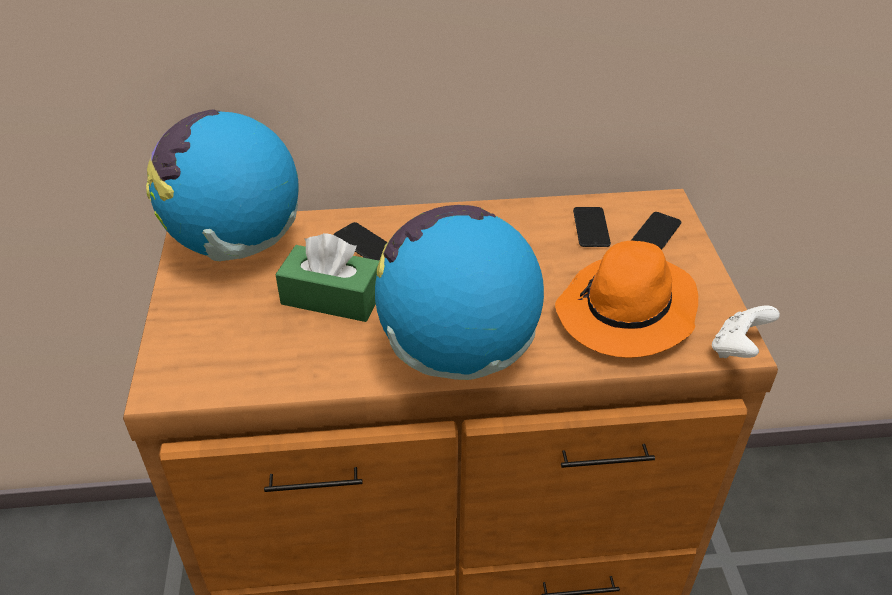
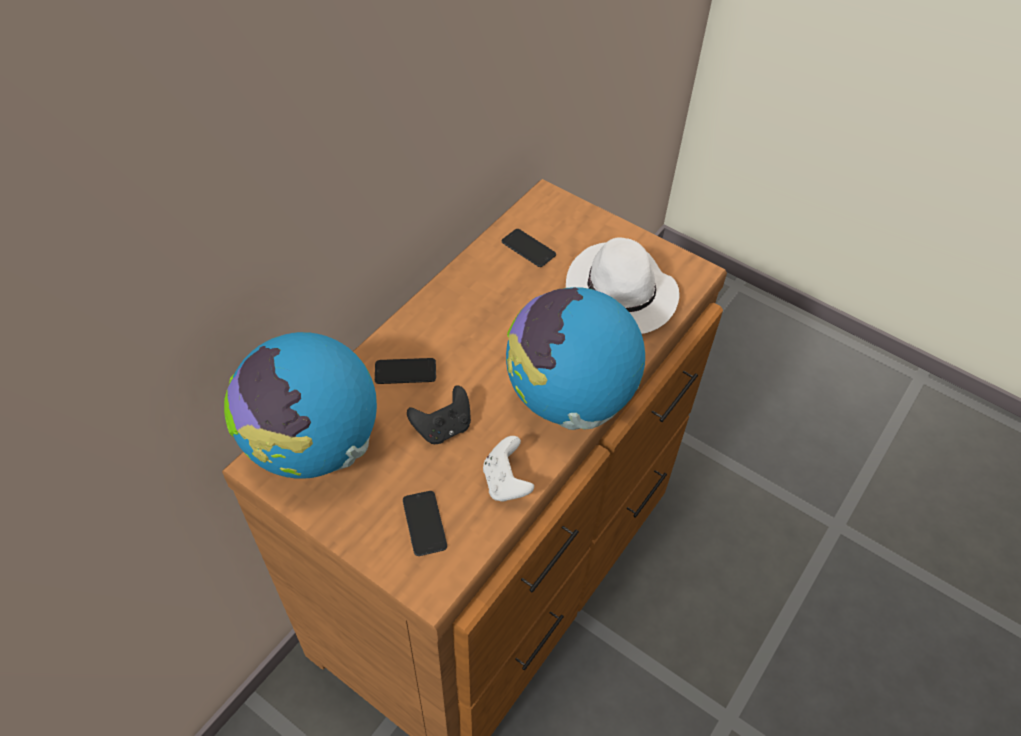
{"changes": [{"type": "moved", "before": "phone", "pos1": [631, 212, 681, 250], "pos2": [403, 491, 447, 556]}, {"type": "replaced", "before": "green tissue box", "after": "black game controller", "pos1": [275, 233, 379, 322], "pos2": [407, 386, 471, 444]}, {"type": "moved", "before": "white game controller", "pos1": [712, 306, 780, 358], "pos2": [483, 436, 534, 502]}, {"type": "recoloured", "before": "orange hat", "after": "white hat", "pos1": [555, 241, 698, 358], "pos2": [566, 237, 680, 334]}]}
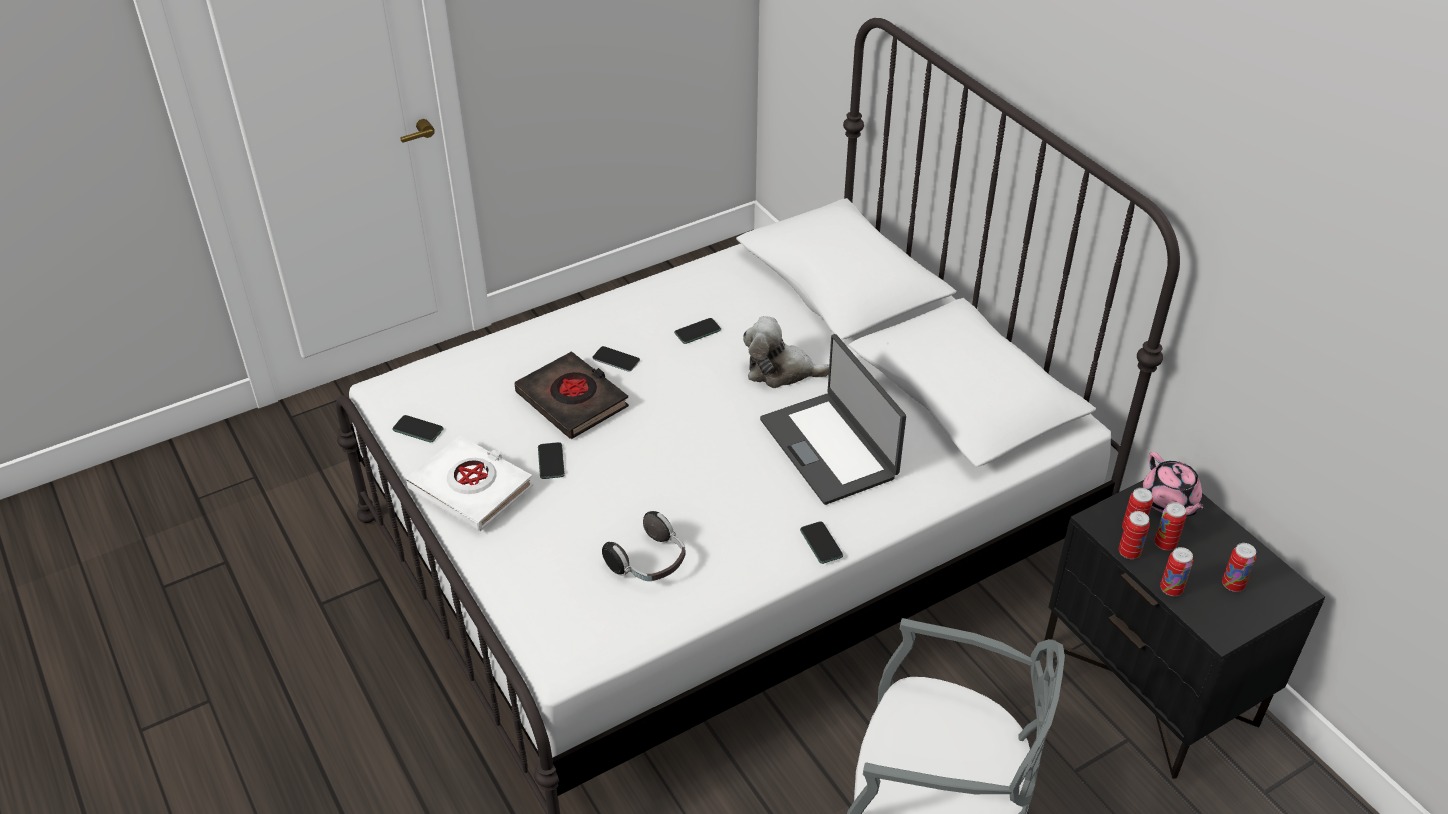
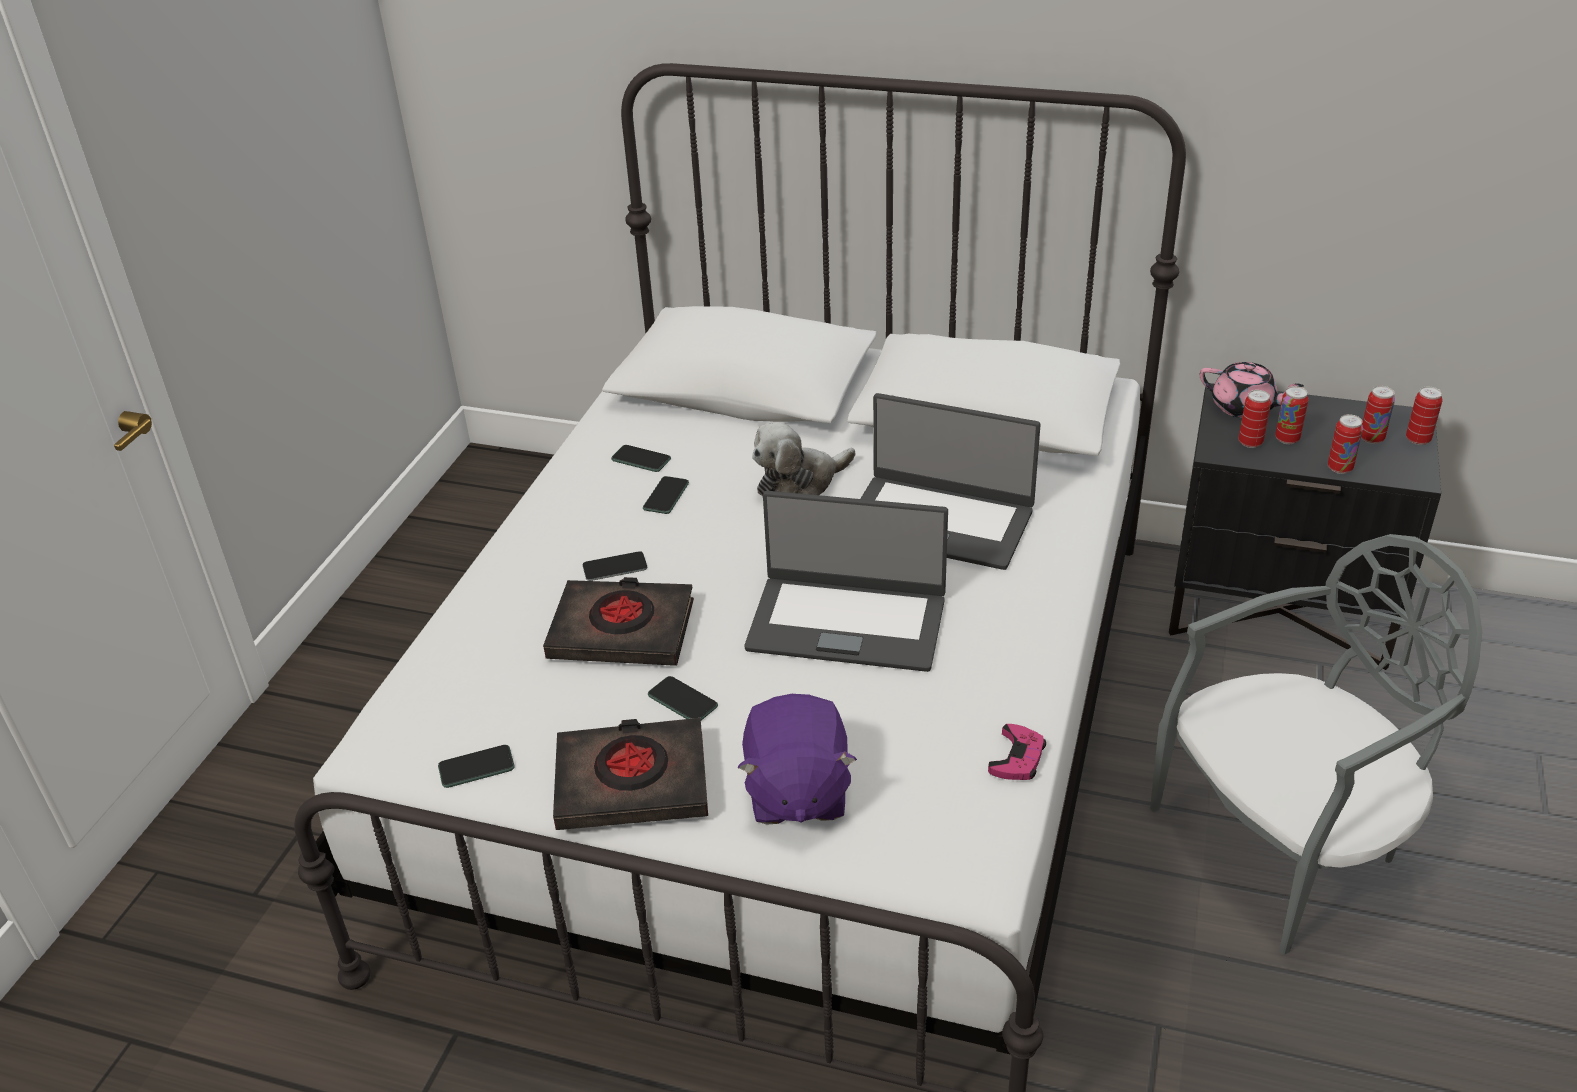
{"changes": [{"type": "recoloured", "before": "white book", "after": "black book", "pos1": [406, 436, 533, 531], "pos2": [553, 718, 708, 830]}, {"type": "moved", "before": "phone", "pos1": [800, 521, 843, 564], "pos2": [611, 445, 671, 472]}, {"type": "added", "after": "purple plush toy", "pos2": [737, 694, 857, 825]}, {"type": "added", "after": "laptop", "pos2": [744, 491, 948, 672]}, {"type": "added", "after": "pink game controller", "pos2": [988, 724, 1046, 780]}, {"type": "moved", "before": "can", "pos1": [1119, 511, 1150, 559], "pos2": [1406, 387, 1442, 445]}, {"type": "removed", "before": "headphones", "pos1": [602, 511, 685, 581]}]}
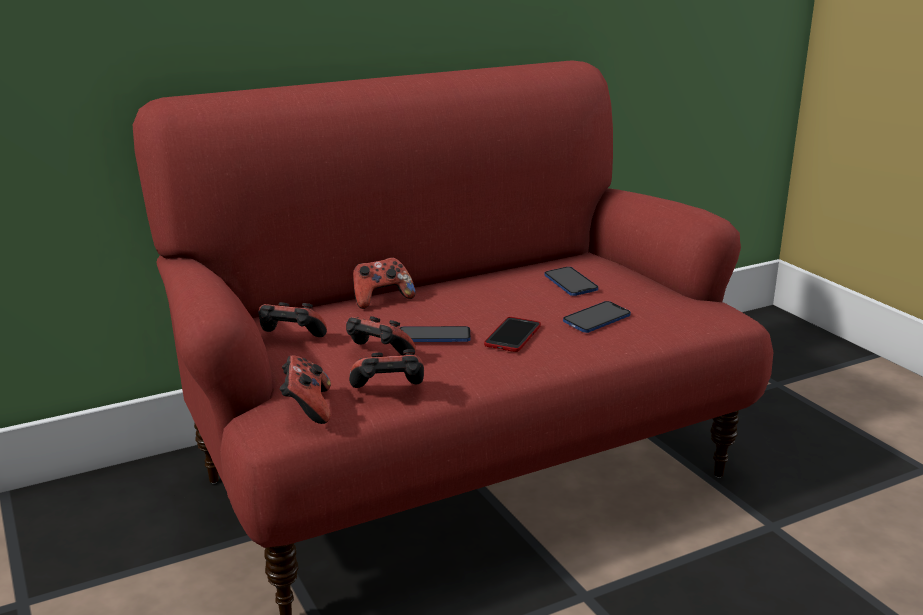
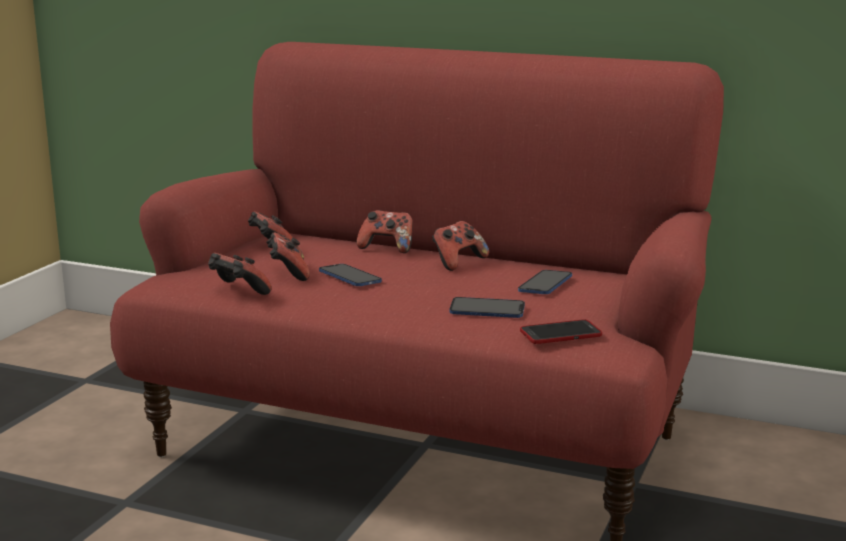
{"changes": [{"type": "moved", "before": "game controller", "pos1": [280, 355, 331, 424], "pos2": [432, 221, 489, 271]}, {"type": "moved", "before": "phone", "pos1": [484, 317, 541, 352], "pos2": [520, 319, 602, 344]}]}
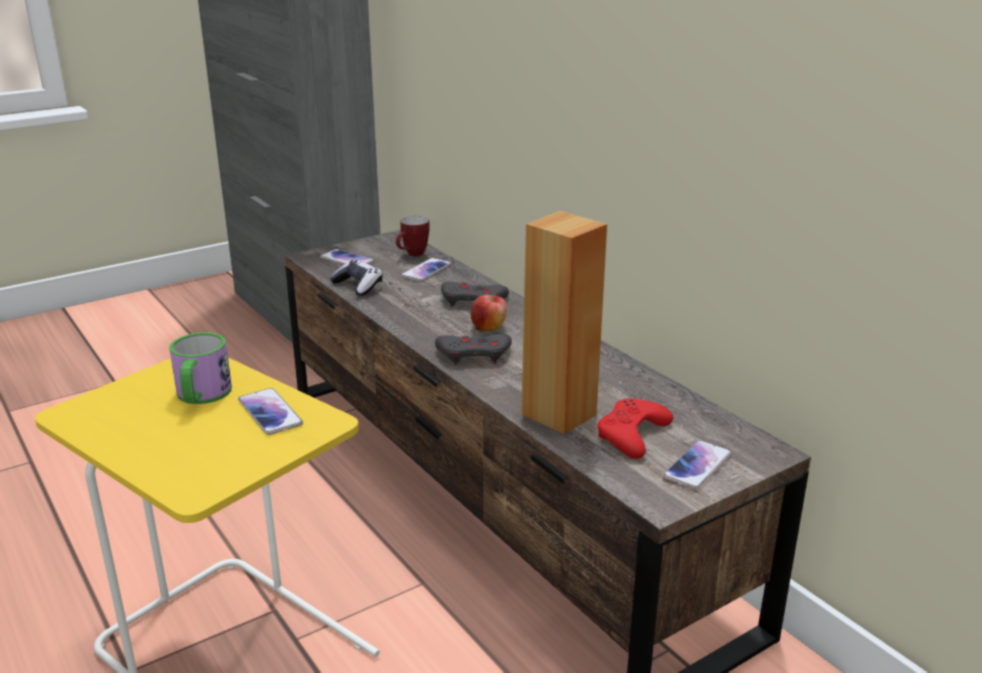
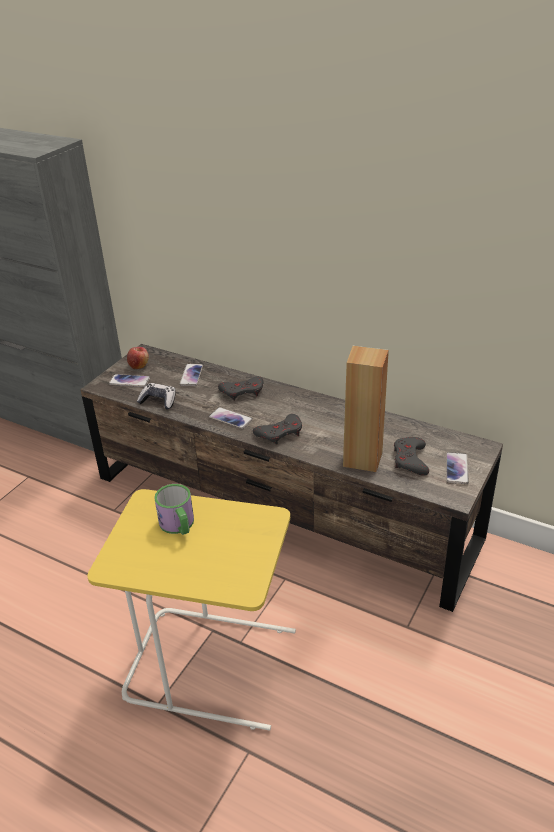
{"changes": [{"type": "moved", "before": "apple", "pos1": [471, 294, 507, 331], "pos2": [127, 347, 149, 369]}, {"type": "moved", "before": "phone", "pos1": [238, 388, 303, 435], "pos2": [209, 407, 253, 429]}, {"type": "recoloured", "before": "red game controller", "after": "grey game controller", "pos1": [597, 398, 673, 459], "pos2": [394, 437, 429, 476]}, {"type": "removed", "before": "mug", "pos1": [396, 216, 429, 256]}]}
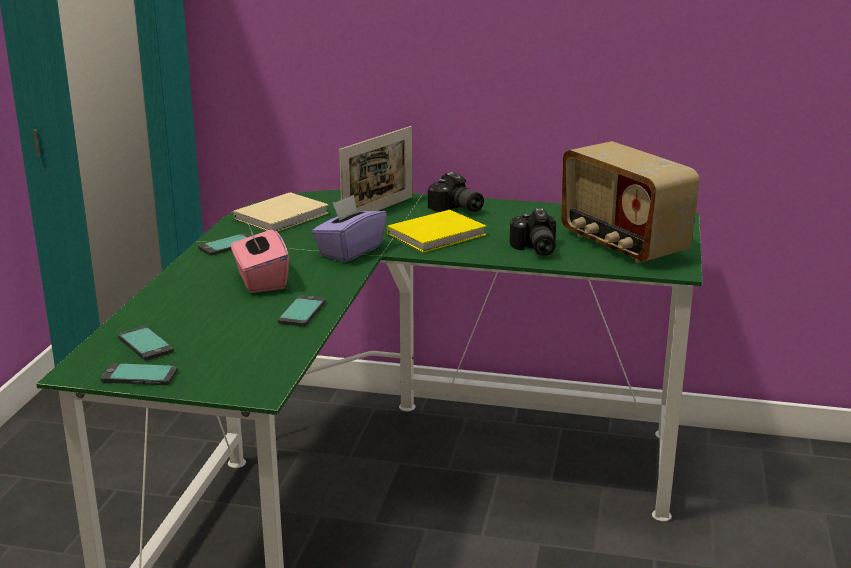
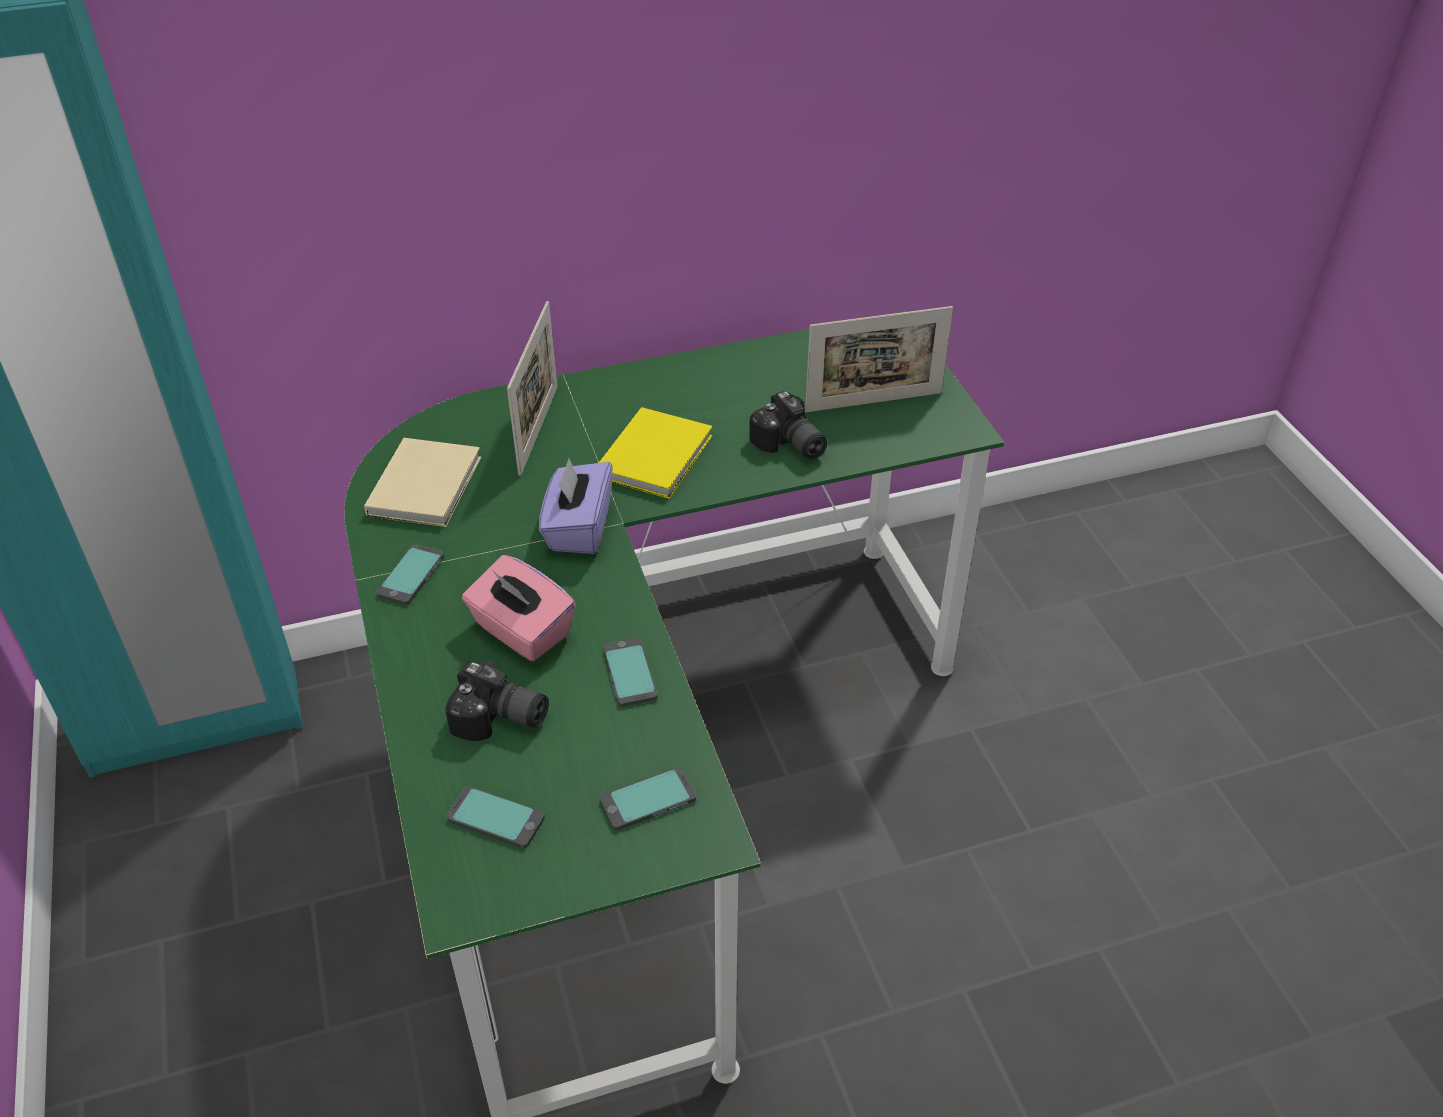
{"changes": [{"type": "moved", "before": "photo camera", "pos1": [428, 172, 484, 212], "pos2": [445, 660, 549, 741]}, {"type": "moved", "before": "phone", "pos1": [101, 363, 178, 385], "pos2": [599, 767, 696, 831]}, {"type": "replaced", "before": "radio", "after": "picture frame", "pos1": [561, 141, 700, 263], "pos2": [805, 306, 953, 412]}]}
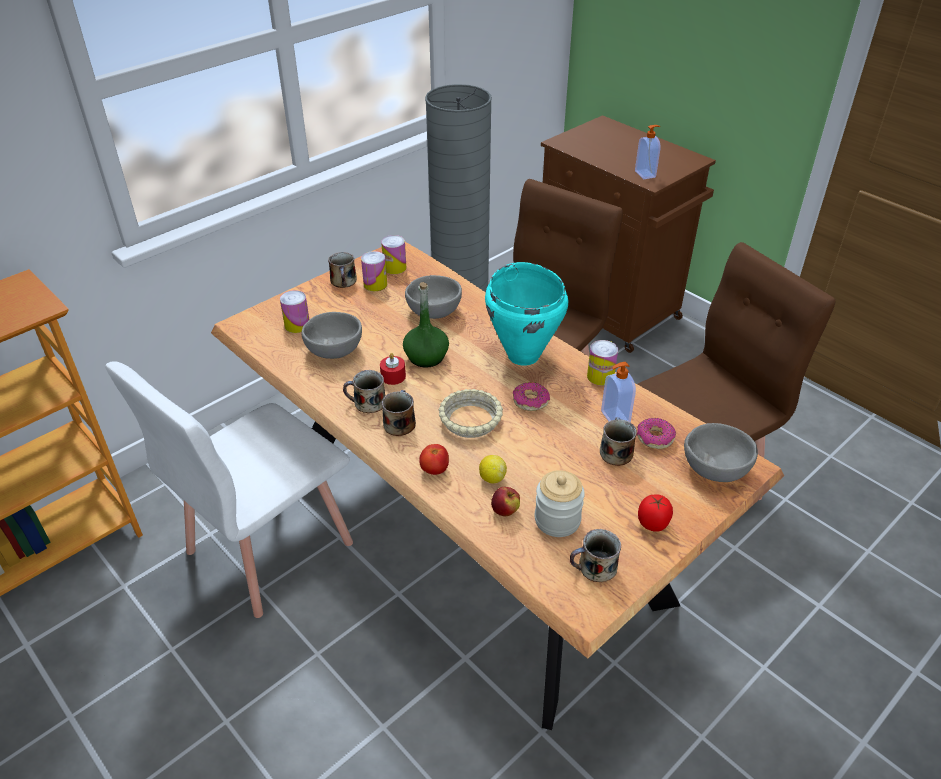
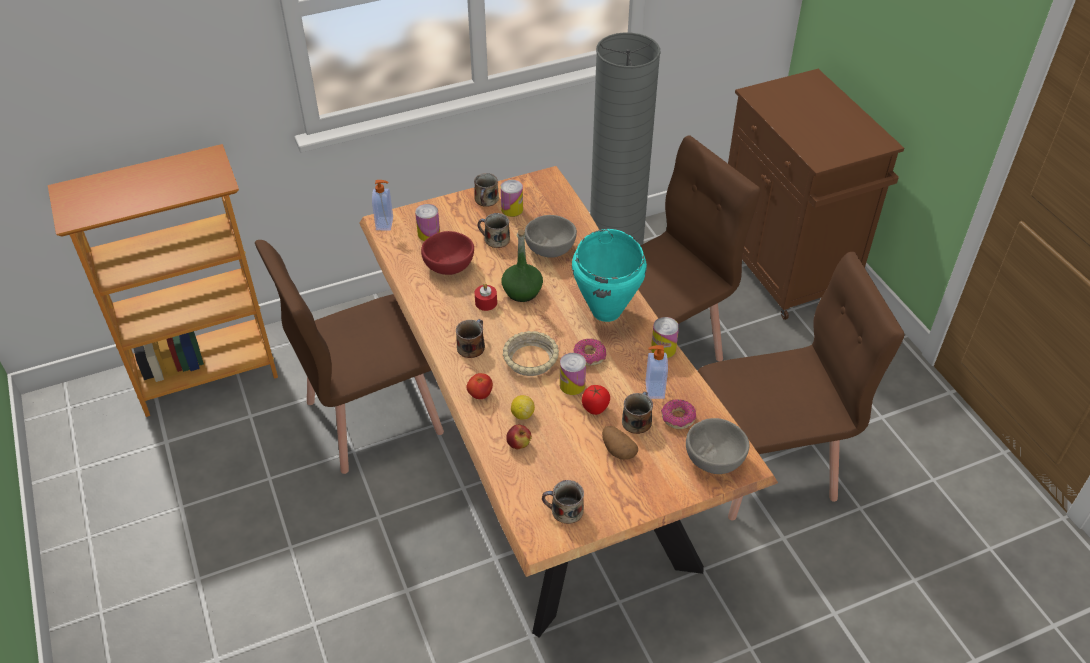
{"changes": [{"type": "recoloured", "before": "white chair", "after": "brown chair", "pos1": [105, 361, 353, 618], "pos2": [255, 240, 444, 474]}, {"type": "moved", "before": "soap dispenser", "pos1": [635, 125, 661, 179], "pos2": [372, 180, 393, 231]}, {"type": "recoloured", "before": "grey bowl", "after": "red bowl", "pos1": [301, 312, 362, 359], "pos2": [421, 231, 474, 275]}, {"type": "moved", "before": "mug", "pos1": [343, 370, 385, 413], "pos2": [477, 213, 510, 248]}, {"type": "moved", "before": "can", "pos1": [381, 235, 406, 274], "pos2": [560, 353, 586, 395]}, {"type": "moved", "before": "tomato", "pos1": [638, 494, 673, 532], "pos2": [582, 385, 610, 415]}, {"type": "added", "after": "potato", "pos2": [602, 426, 638, 460]}, {"type": "removed", "before": "jar", "pos1": [535, 470, 585, 537]}]}
